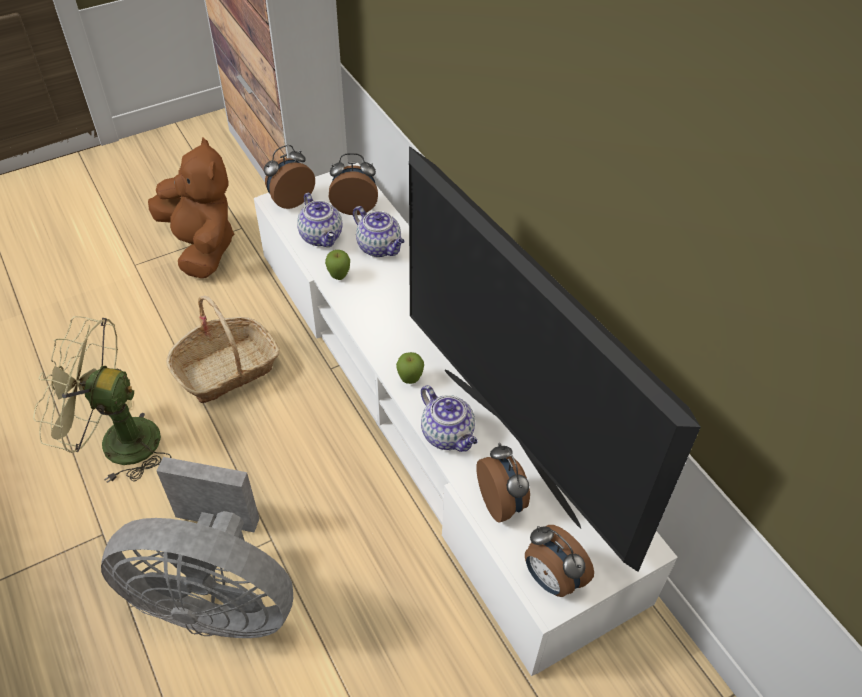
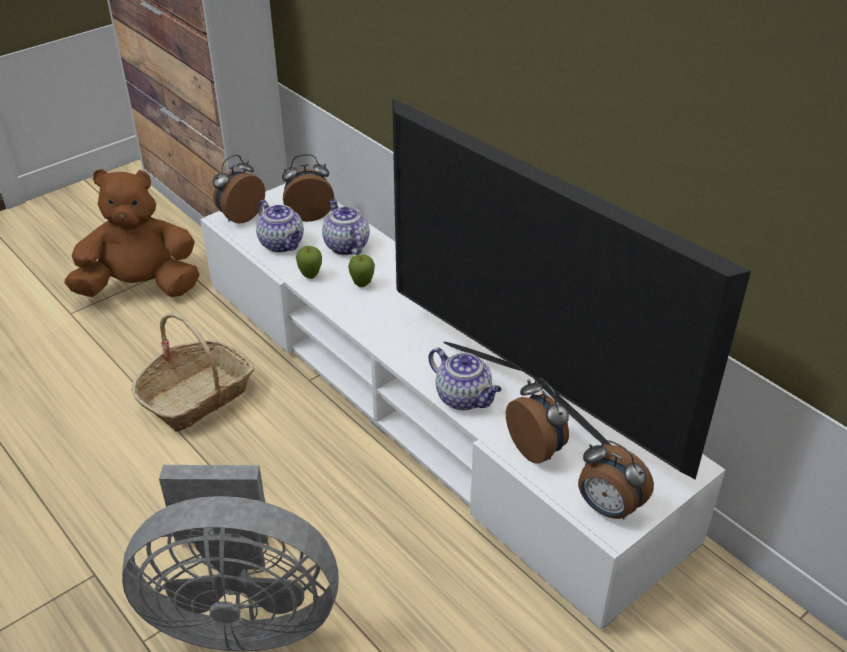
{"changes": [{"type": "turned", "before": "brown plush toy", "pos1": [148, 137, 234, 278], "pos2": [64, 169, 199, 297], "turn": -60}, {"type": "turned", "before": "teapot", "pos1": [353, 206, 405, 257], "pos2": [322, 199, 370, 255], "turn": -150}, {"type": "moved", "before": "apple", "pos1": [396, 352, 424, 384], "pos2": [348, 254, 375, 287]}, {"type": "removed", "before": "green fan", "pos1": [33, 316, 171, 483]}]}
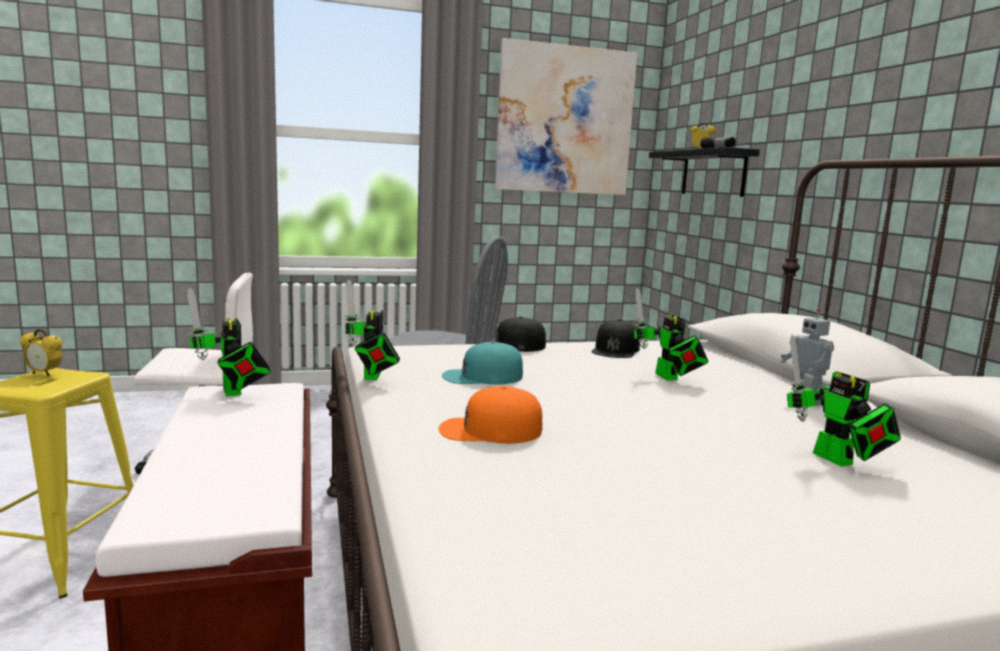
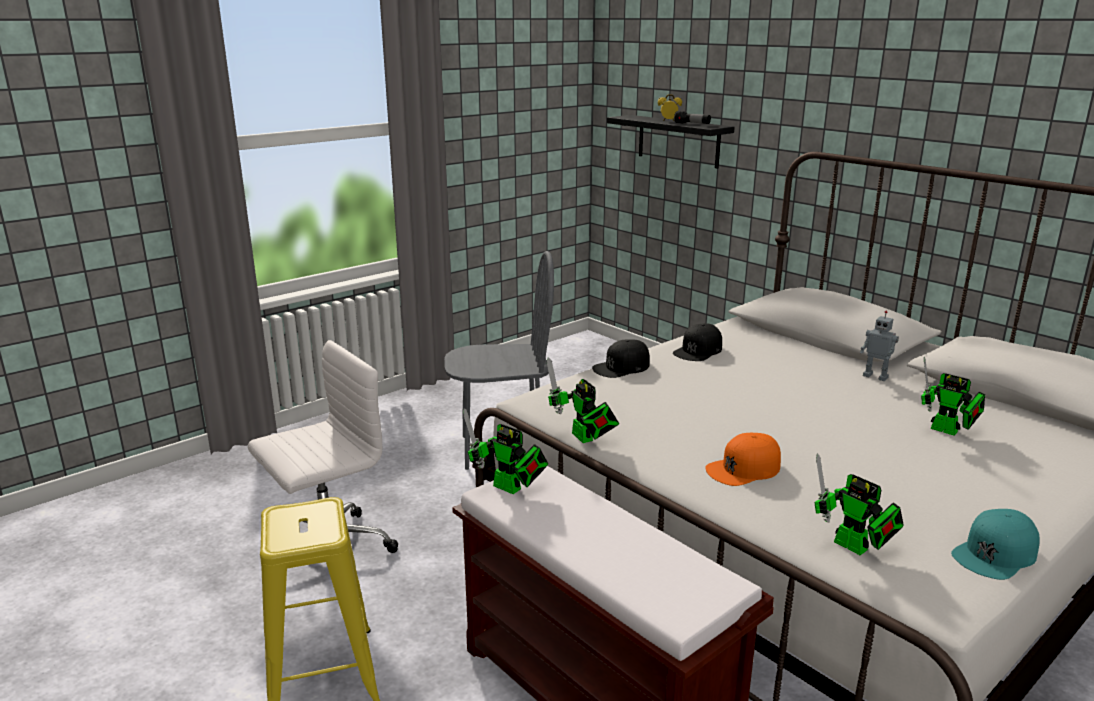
{"changes": [{"type": "turned", "before": "black cap", "pos1": [591, 319, 640, 358], "pos2": [673, 323, 722, 361], "turn": 45}, {"type": "moved", "before": "toy robot", "pos1": [634, 287, 709, 380], "pos2": [814, 454, 904, 555]}, {"type": "moved", "before": "turquoise cap", "pos1": [442, 341, 523, 384], "pos2": [951, 509, 1040, 580]}, {"type": "removed", "before": "alarm clock", "pos1": [20, 329, 63, 376]}, {"type": "removed", "before": "picture", "pos1": [495, 38, 637, 195]}]}
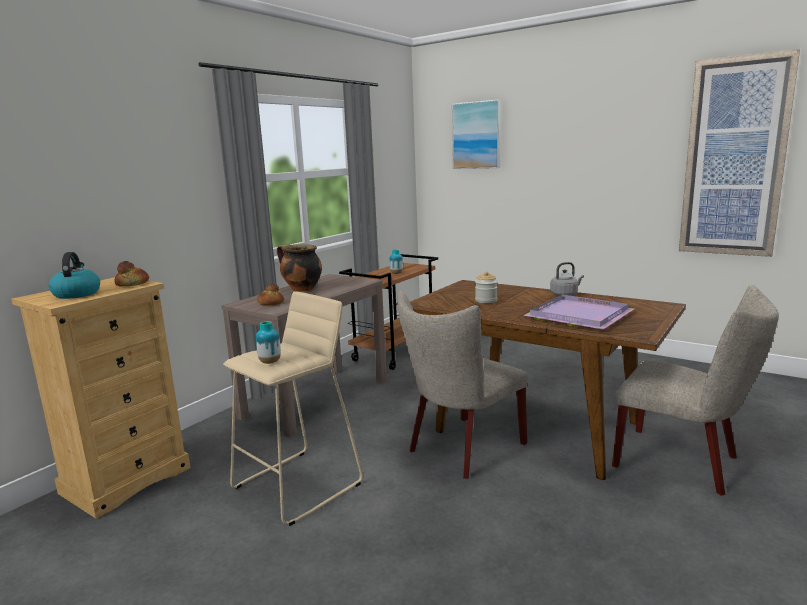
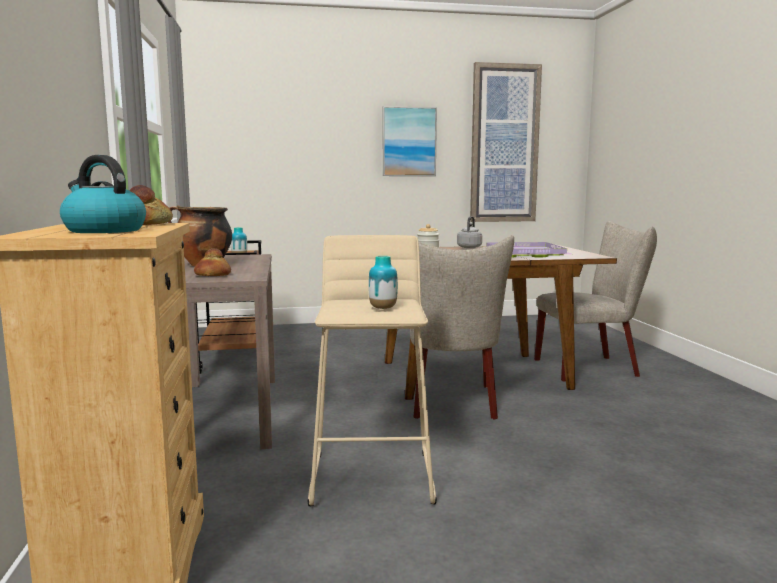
{"changes": [{"type": "moved", "before": "picture", "pos1": [452, 99, 501, 169], "pos2": [383, 106, 437, 176]}]}
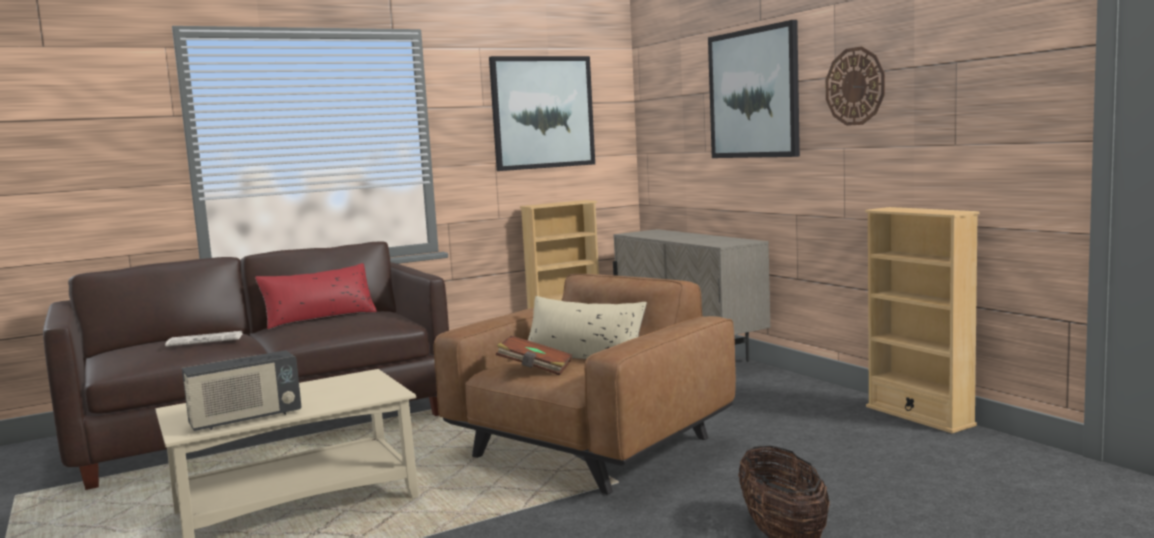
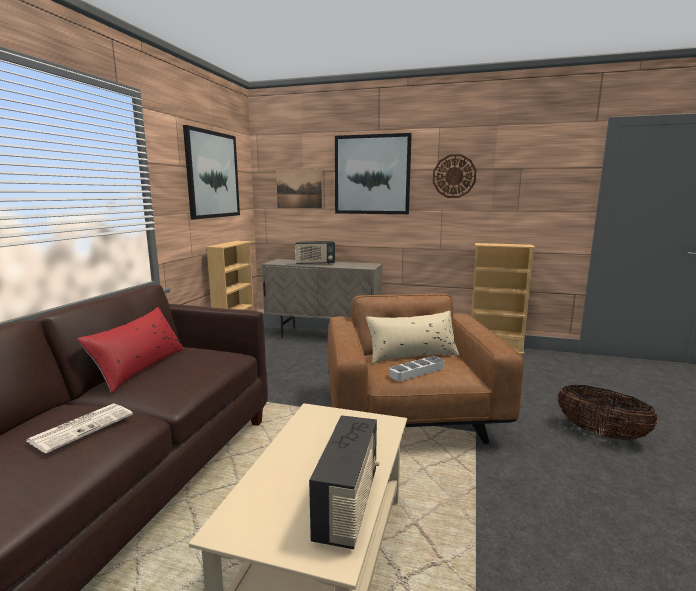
{"changes": [{"type": "added", "after": "picture", "pos2": [276, 168, 322, 208]}, {"type": "added", "after": "radio", "pos2": [295, 241, 335, 265]}, {"type": "replaced", "before": "brown book", "after": "grey tray", "pos1": [496, 336, 572, 376], "pos2": [389, 356, 444, 381]}]}
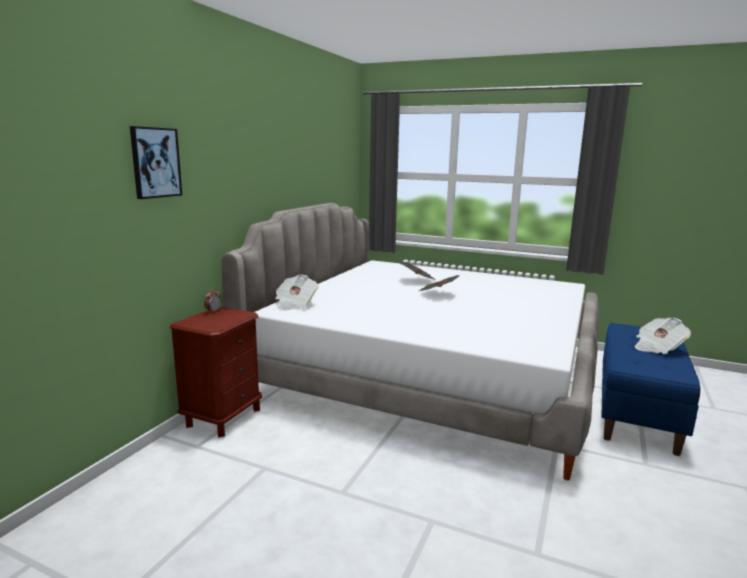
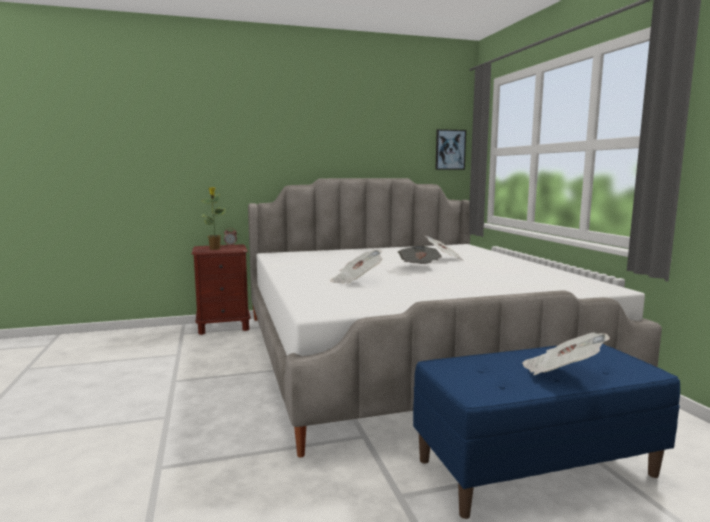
{"changes": [{"type": "added", "after": "potted plant", "pos2": [201, 187, 226, 250]}, {"type": "moved", "before": "newspaper", "pos1": [275, 275, 318, 311], "pos2": [330, 250, 383, 284]}, {"type": "moved", "before": "picture", "pos1": [130, 126, 182, 199], "pos2": [435, 129, 466, 170]}]}
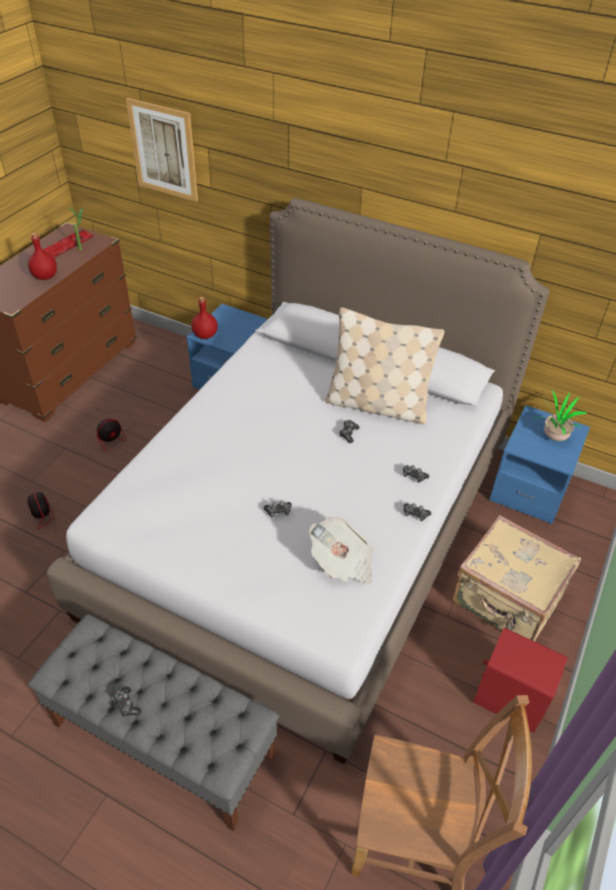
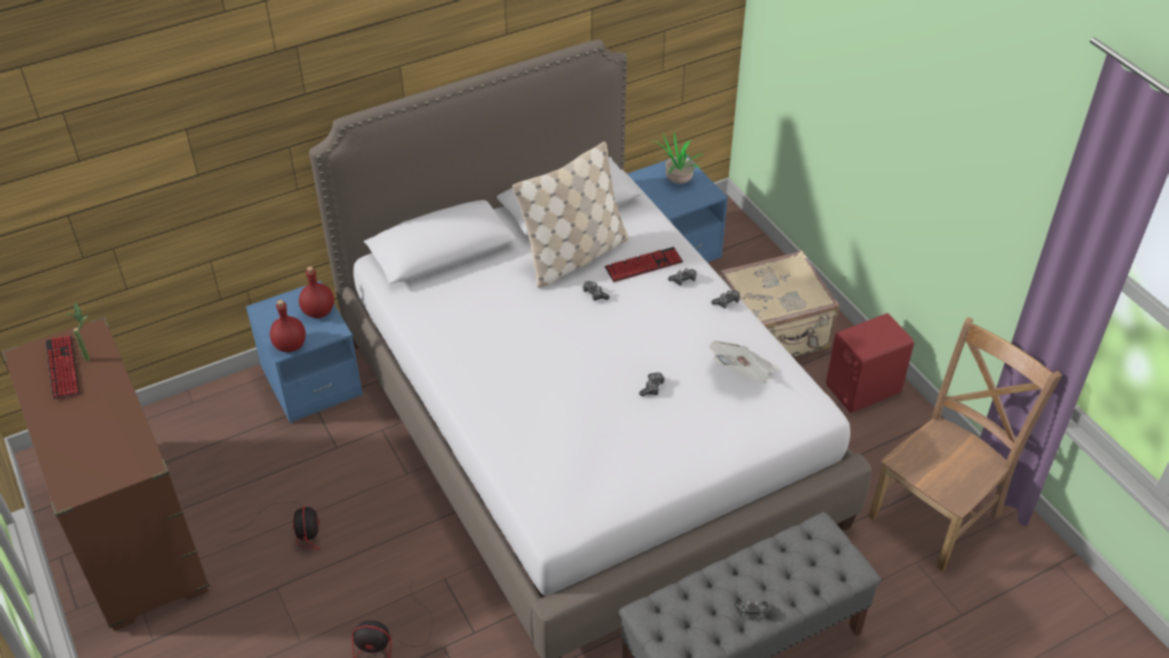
{"changes": [{"type": "moved", "before": "red bottle", "pos1": [28, 233, 57, 280], "pos2": [299, 266, 334, 318]}, {"type": "added", "after": "keyboard", "pos2": [605, 247, 683, 282]}, {"type": "removed", "before": "picture", "pos1": [126, 98, 198, 202]}]}
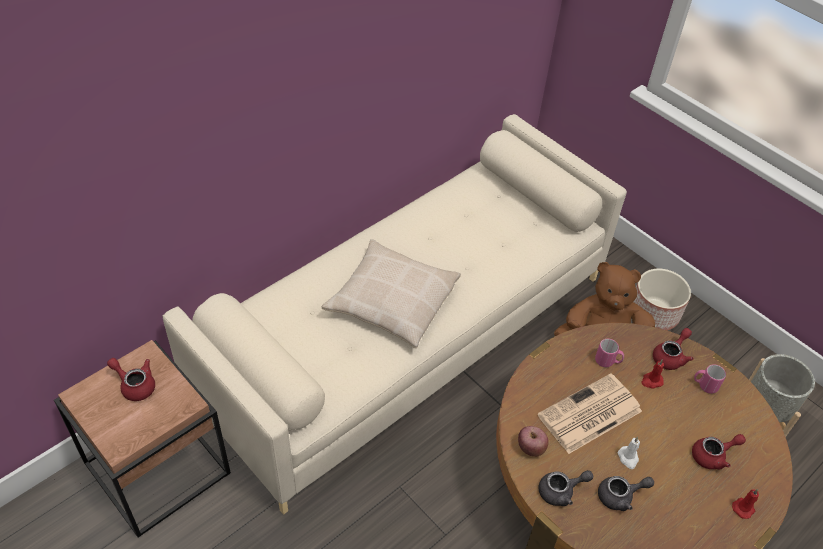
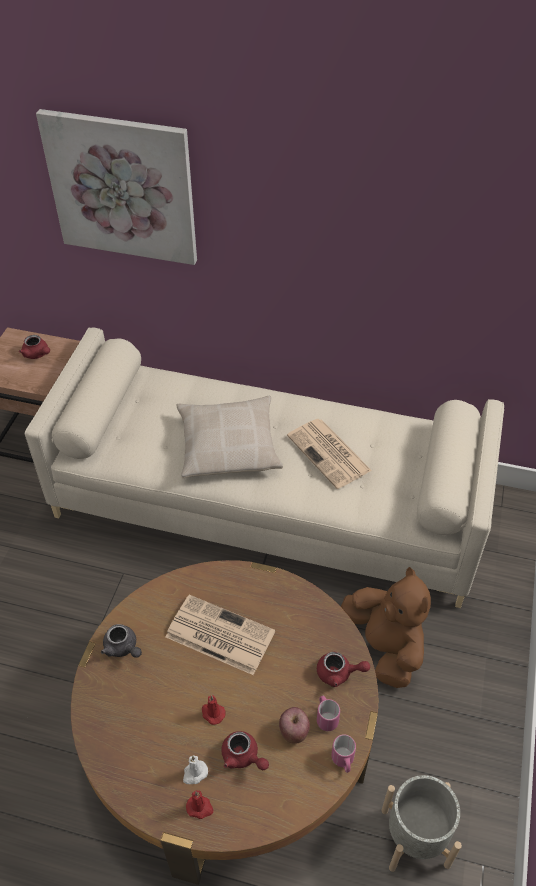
{"changes": [{"type": "turned", "before": "red teapot", "pos1": [107, 358, 155, 401], "pos2": [19, 335, 50, 359], "turn": 135}, {"type": "added", "after": "picture", "pos2": [36, 109, 197, 265]}, {"type": "moved", "before": "white candle", "pos1": [618, 437, 640, 469], "pos2": [183, 755, 208, 784]}, {"type": "moved", "before": "red candle", "pos1": [641, 359, 664, 388], "pos2": [202, 695, 225, 725]}, {"type": "moved", "before": "apple", "pos1": [518, 426, 549, 457], "pos2": [279, 707, 310, 744]}, {"type": "added", "after": "newspaper", "pos2": [287, 419, 372, 489]}, {"type": "moved", "before": "pink mug", "pos1": [595, 339, 624, 367], "pos2": [331, 734, 356, 773]}, {"type": "removed", "before": "grey teapot", "pos1": [598, 476, 654, 511]}, {"type": "removed", "before": "planter", "pos1": [633, 269, 691, 330]}]}
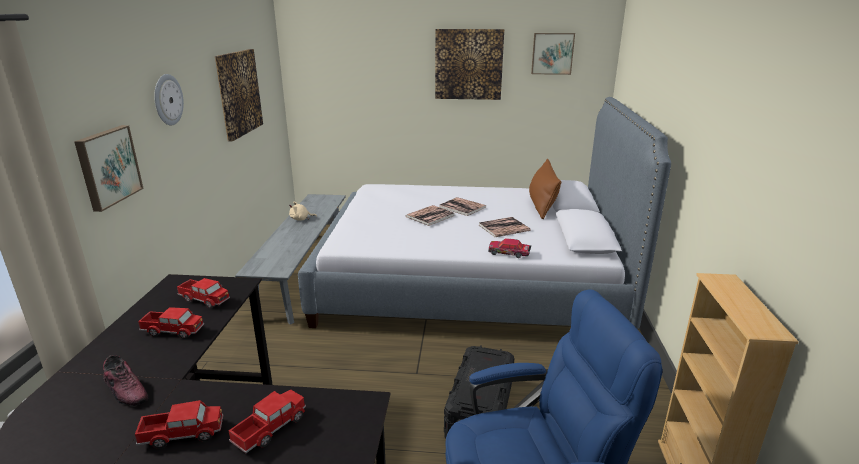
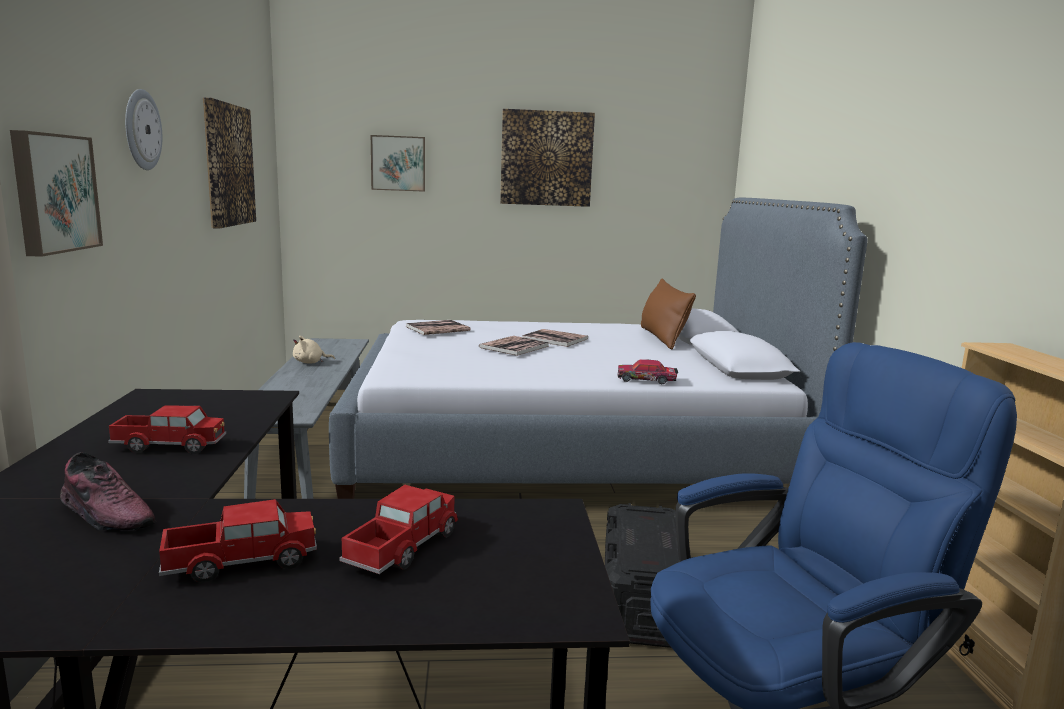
{"changes": [{"type": "moved", "before": "picture", "pos1": [531, 33, 575, 75], "pos2": [371, 135, 425, 192]}, {"type": "moved", "before": "book", "pos1": [479, 217, 530, 237], "pos2": [406, 320, 471, 335]}, {"type": "removed", "before": "toy truck", "pos1": [177, 278, 230, 309]}]}
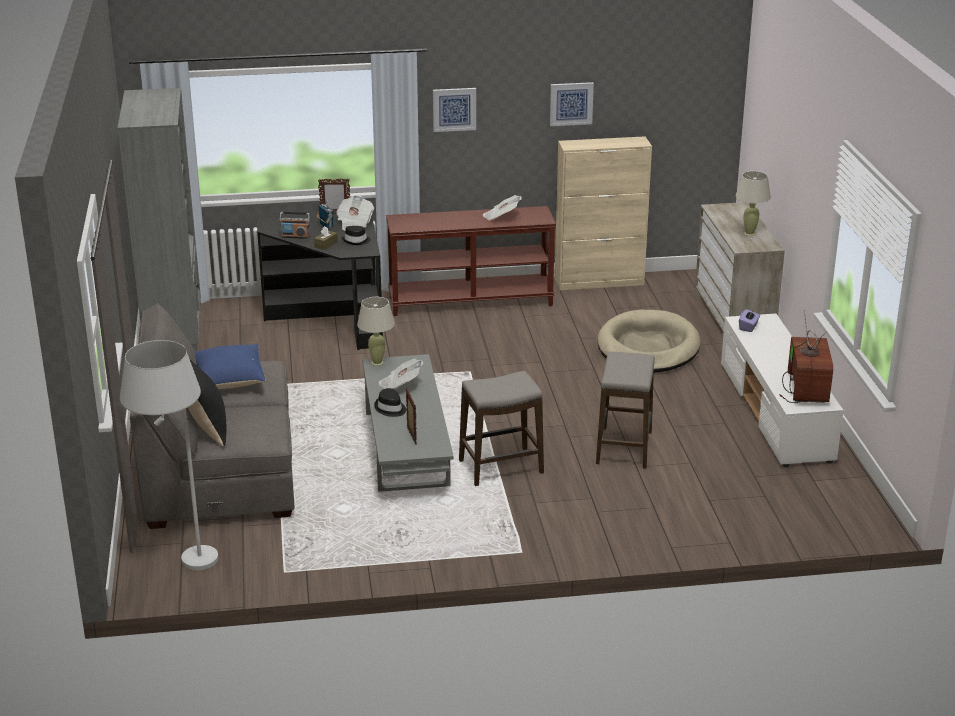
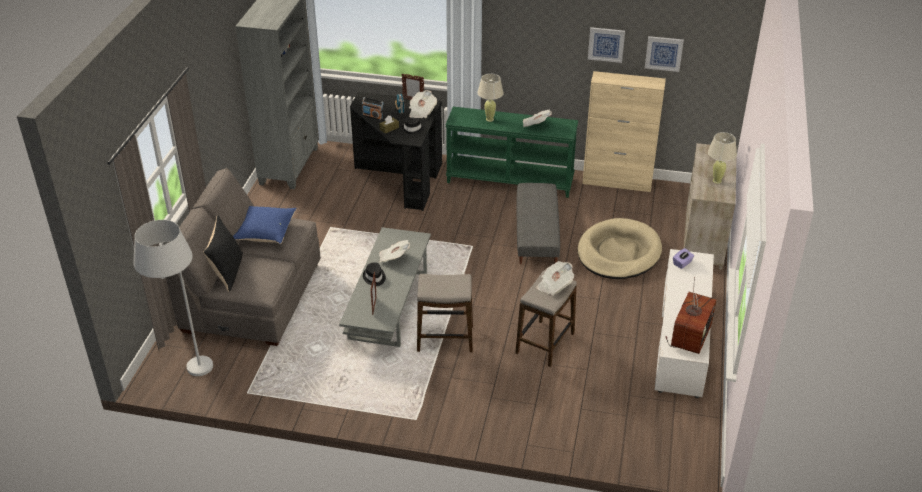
{"changes": [{"type": "recoloured", "before": "brown console table", "after": "green console table", "pos1": [386, 206, 556, 316], "pos2": [445, 107, 578, 198]}, {"type": "moved", "before": "beige table lamp", "pos1": [357, 297, 395, 366], "pos2": [477, 74, 504, 122]}, {"type": "added", "after": "grey ottoman", "pos2": [517, 183, 560, 264]}, {"type": "added", "after": "newspaper", "pos2": [537, 261, 574, 296]}, {"type": "moved", "before": "picture", "pos1": [433, 88, 476, 132], "pos2": [645, 36, 684, 72]}]}
